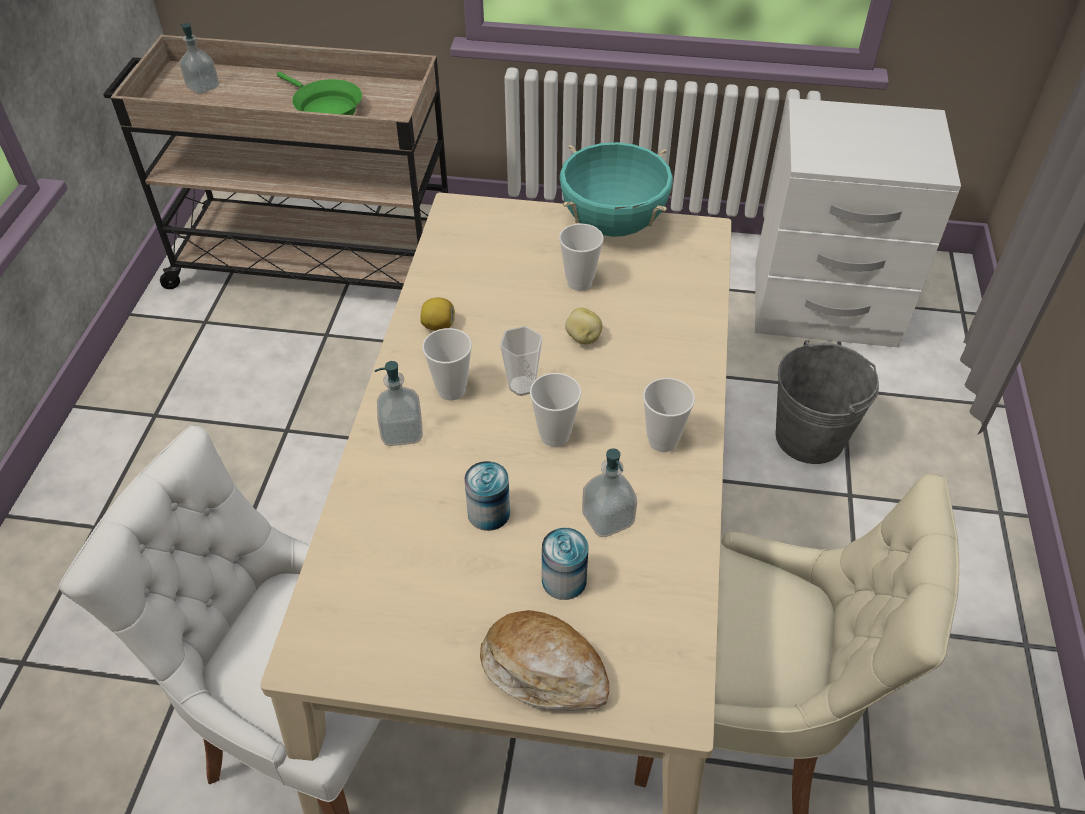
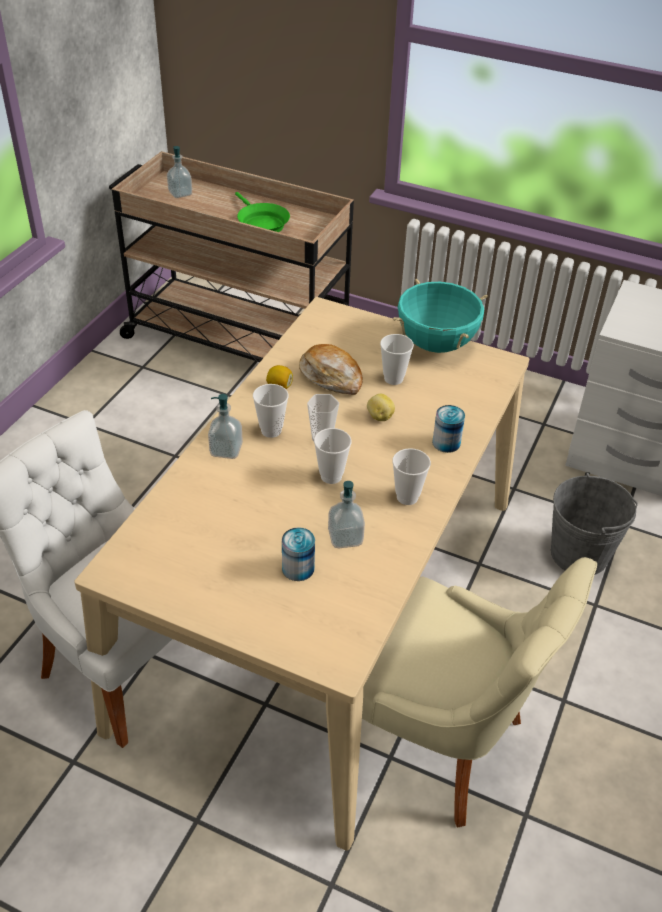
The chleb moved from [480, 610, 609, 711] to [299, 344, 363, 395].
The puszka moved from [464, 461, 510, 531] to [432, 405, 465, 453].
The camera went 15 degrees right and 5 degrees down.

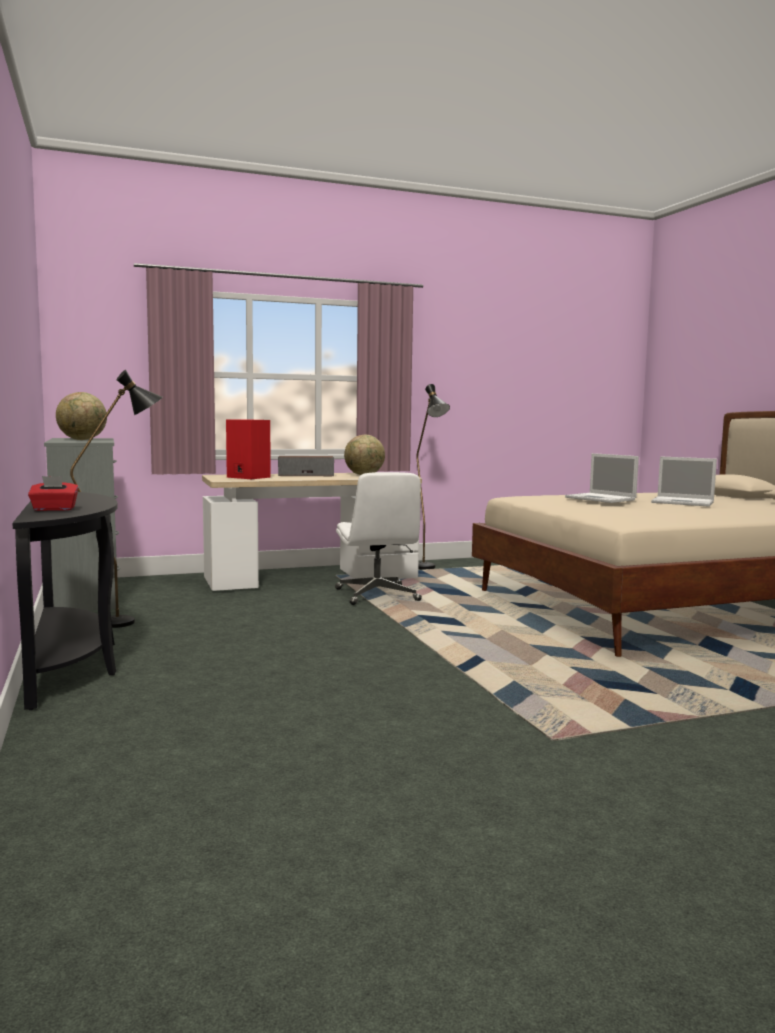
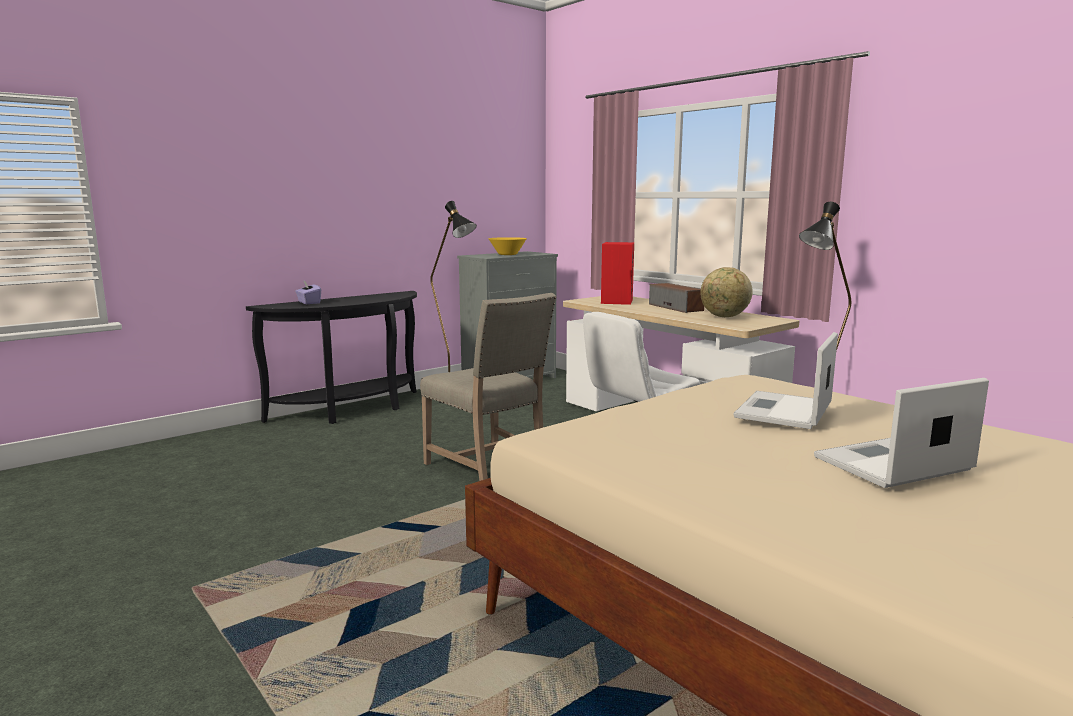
The pudełko chusteczek [czerwony] at [28, 476, 79, 511] became the pudełko chusteczek [fioletowy] at [295, 280, 321, 304].
The krzesło [beżowy] at [420, 293, 556, 481] appeared.
The globus at [56, 392, 107, 440] was replaced by the miska [żółty] at [488, 237, 527, 255].
The laptop at [651, 456, 717, 507] turned 60 degrees clockwise.
The camera went 70 degrees right and 5 degrees up.

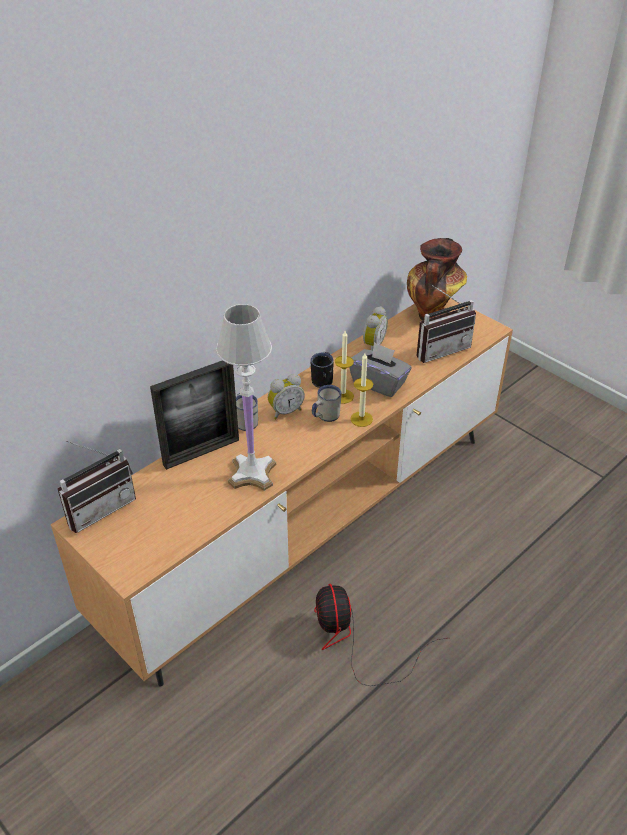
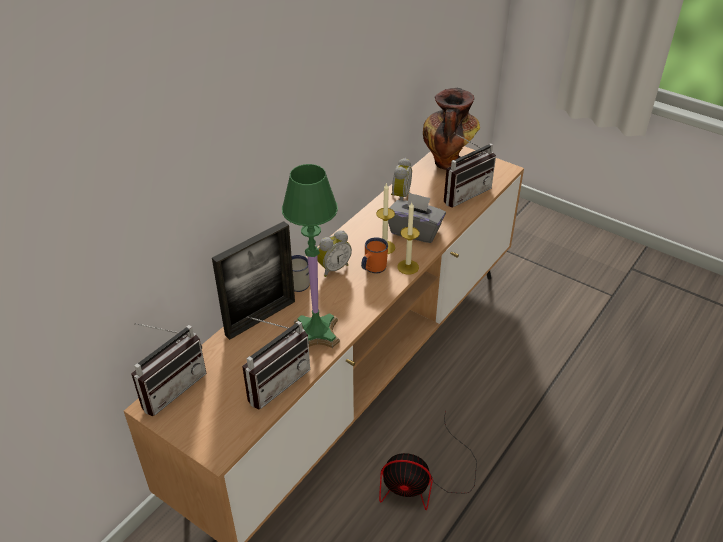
The radio at [242, 316, 310, 410] appeared.
The lampa stołowa [biały] at [216, 304, 276, 491] became the lampa stołowa [zielony] at [282, 164, 340, 348].
The kubek [biały] at [312, 385, 342, 422] became the kubek [pomarańczowy] at [361, 237, 388, 274].
The wentylator at [314, 584, 447, 686] turned 60 degrees counterclockwise.
The kubek [czarny] at [311, 352, 334, 388] disappeared.
The camera went 10 degrees left and 0 degrees up.

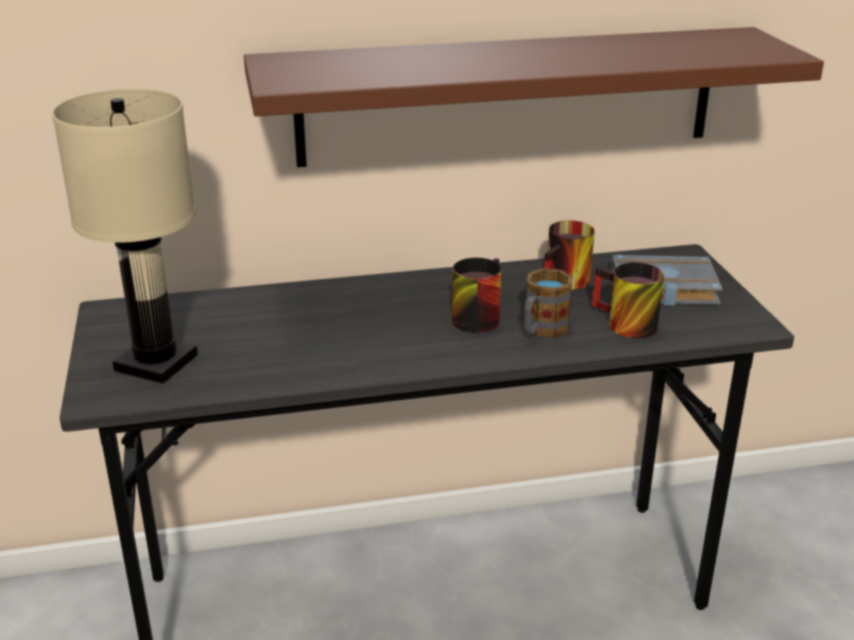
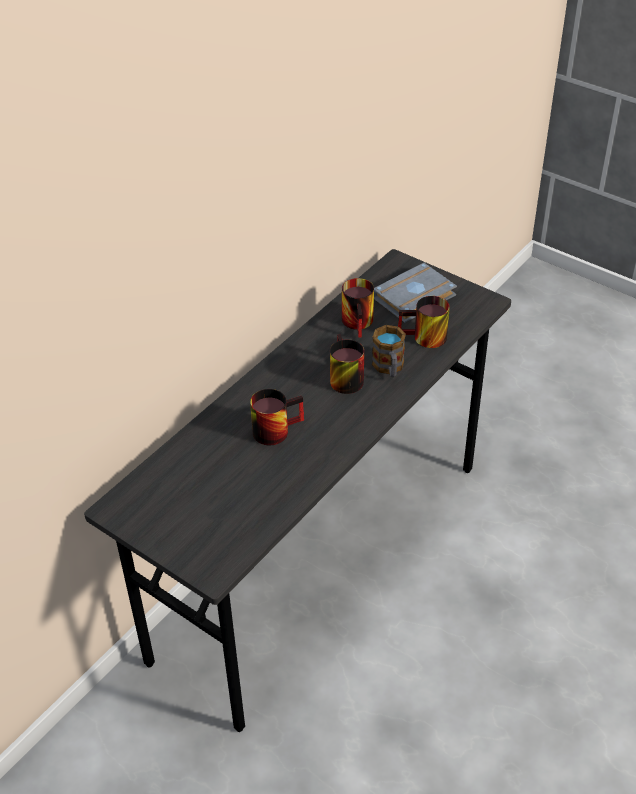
The kubek at [250, 389, 304, 445] appeared.
The lampa stołowa [beżowy] at [52, 89, 198, 383] disappeared.
The półka [brązowy] at [244, 27, 824, 167] disappeared.
The camera went 40 degrees left and 15 degrees up.

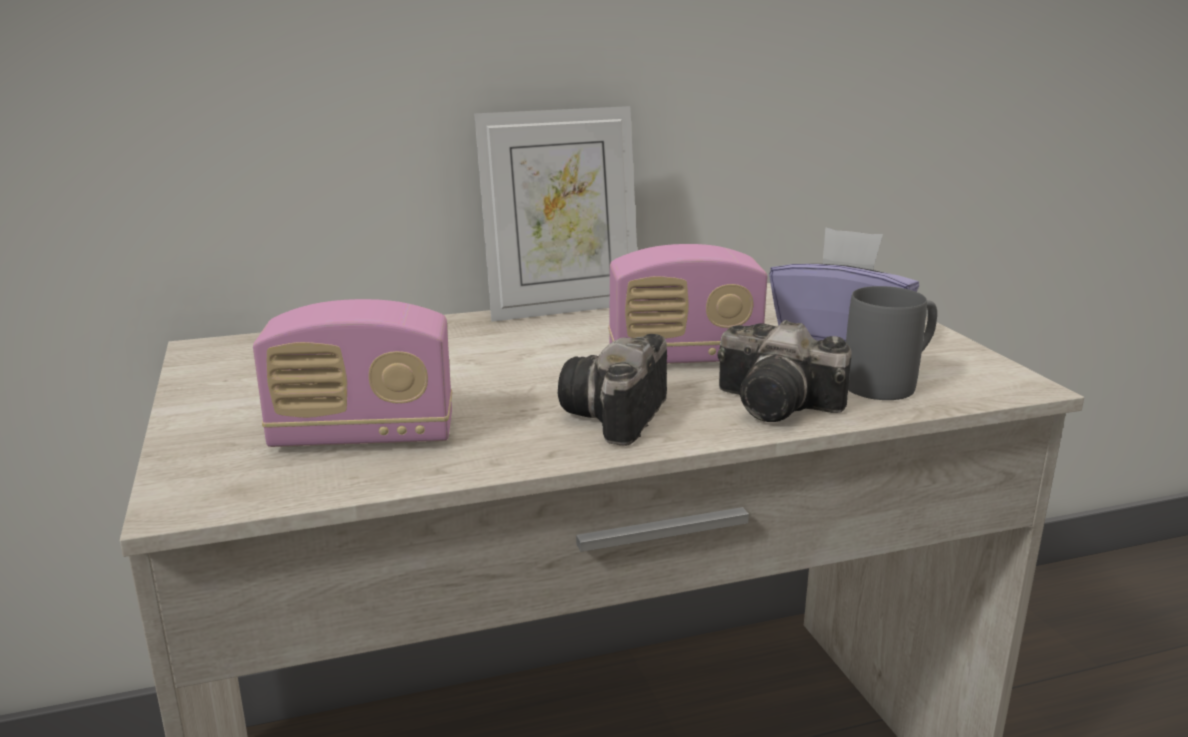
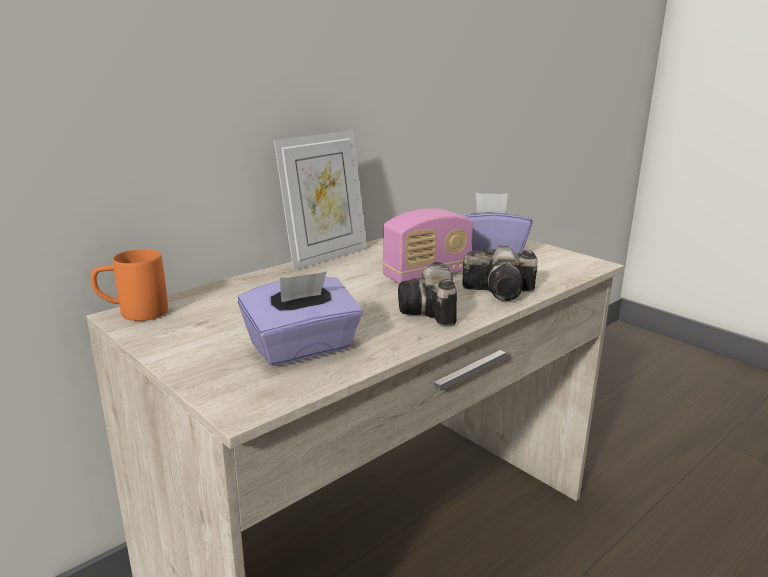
The kubek [pomarańczowy] at [90, 249, 168, 321] appeared.
The radio at [253, 299, 452, 447] was replaced by the pudełko chusteczek [fioletowy] at [238, 271, 363, 366].
The kubek [szary] at [846, 286, 937, 400] disappeared.
The camera went 25 degrees left and 0 degrees up.

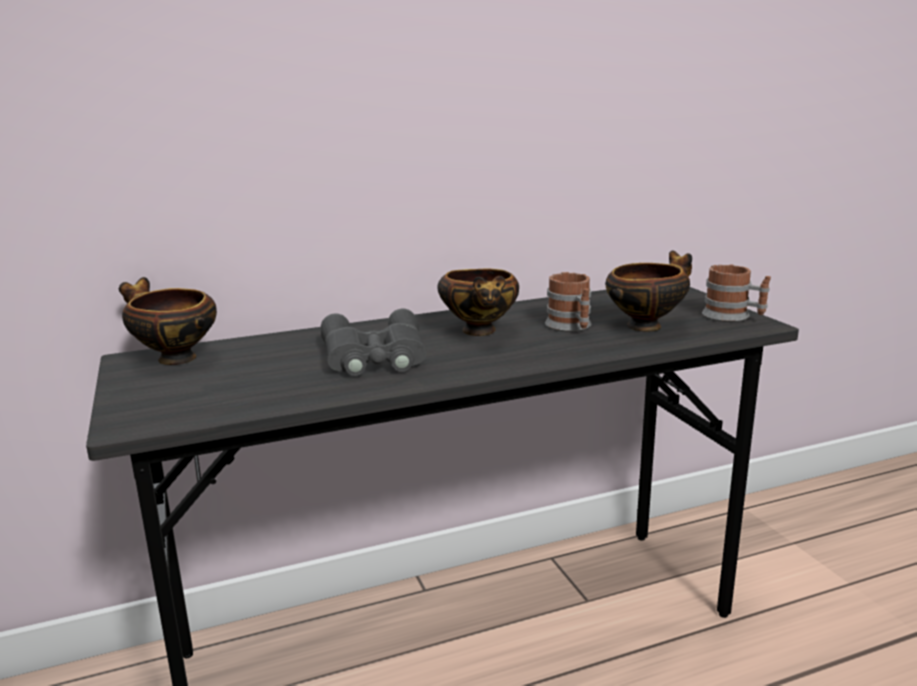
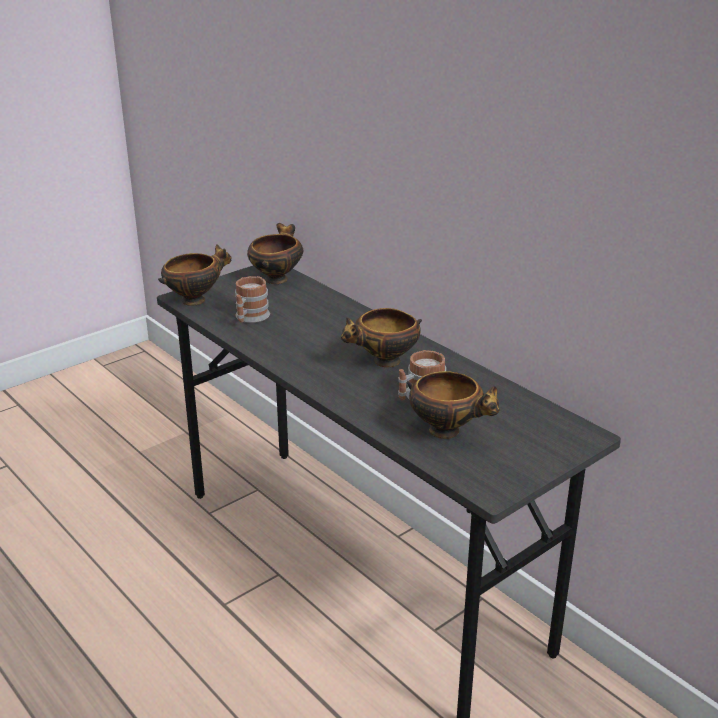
The miska at [158, 244, 232, 306] appeared.
The kubek moved from [702, 264, 771, 322] to [235, 276, 270, 323].
The lornetka [szary] at [321, 309, 427, 376] disappeared.
The camera went 70 degrees right and 10 degrees up.

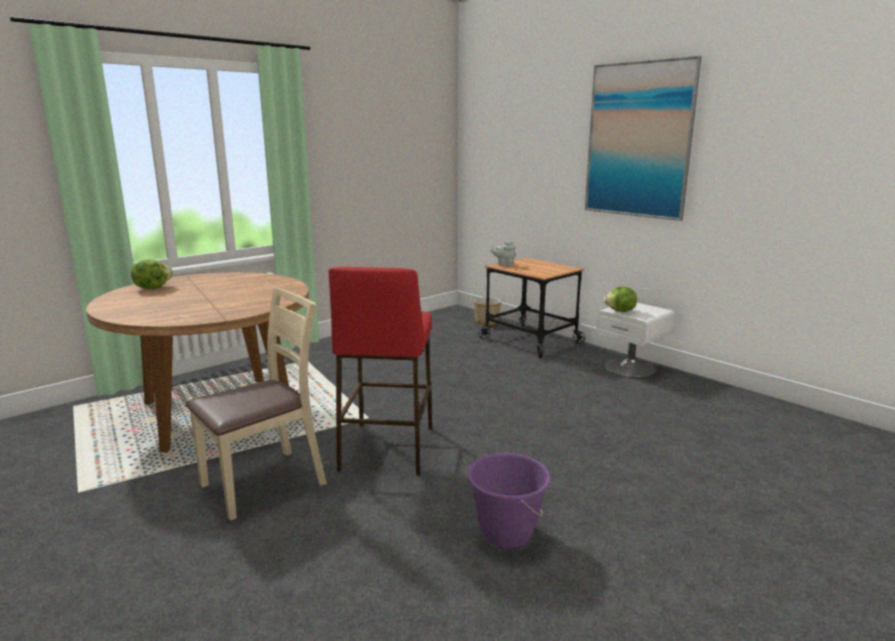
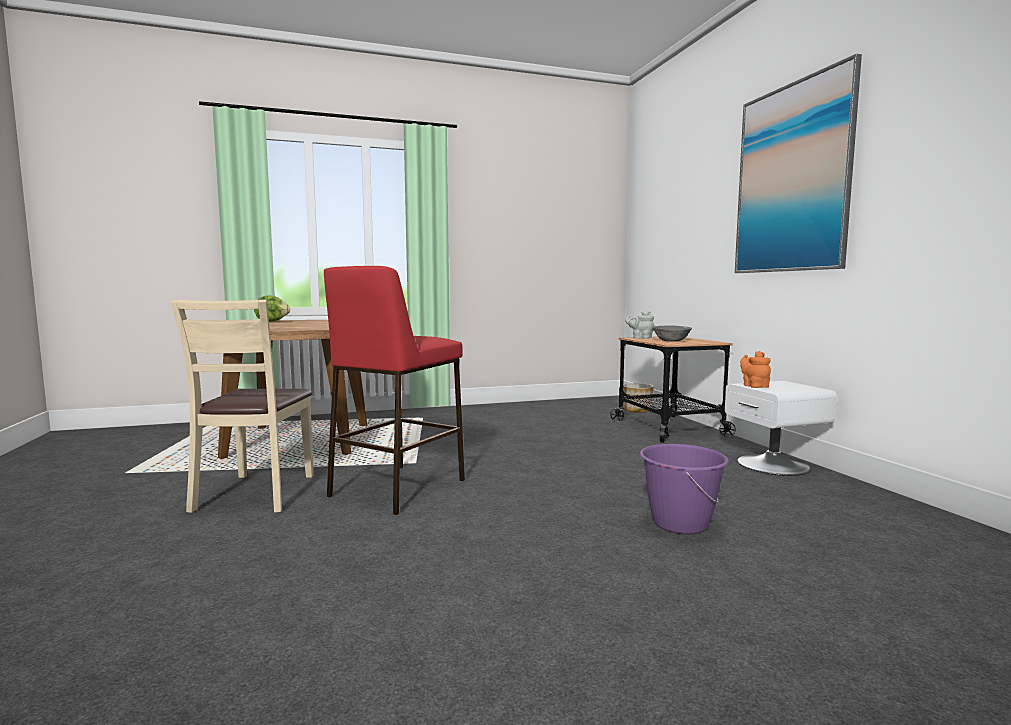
The krzesło [beżowy] at [186, 288, 327, 521] turned 105 degrees clockwise.
The wiadro [fioletowy] moved from [467, 453, 550, 548] to [640, 444, 729, 534].
The miska [szary] at [652, 325, 692, 342] appeared.
The sałata at [604, 287, 637, 312] was replaced by the imbryk [pomarańczowy] at [740, 351, 771, 388].
The camera went 25 degrees right and 10 degrees down.

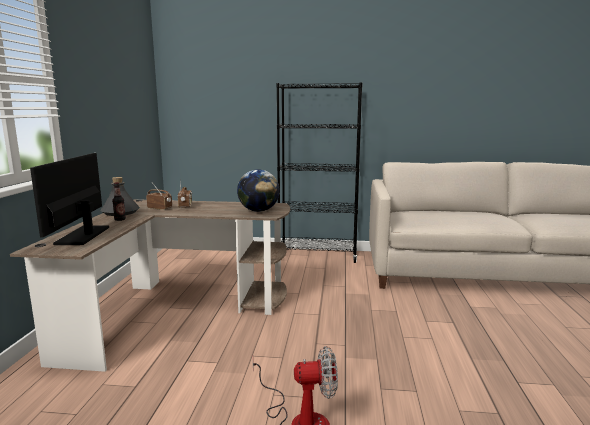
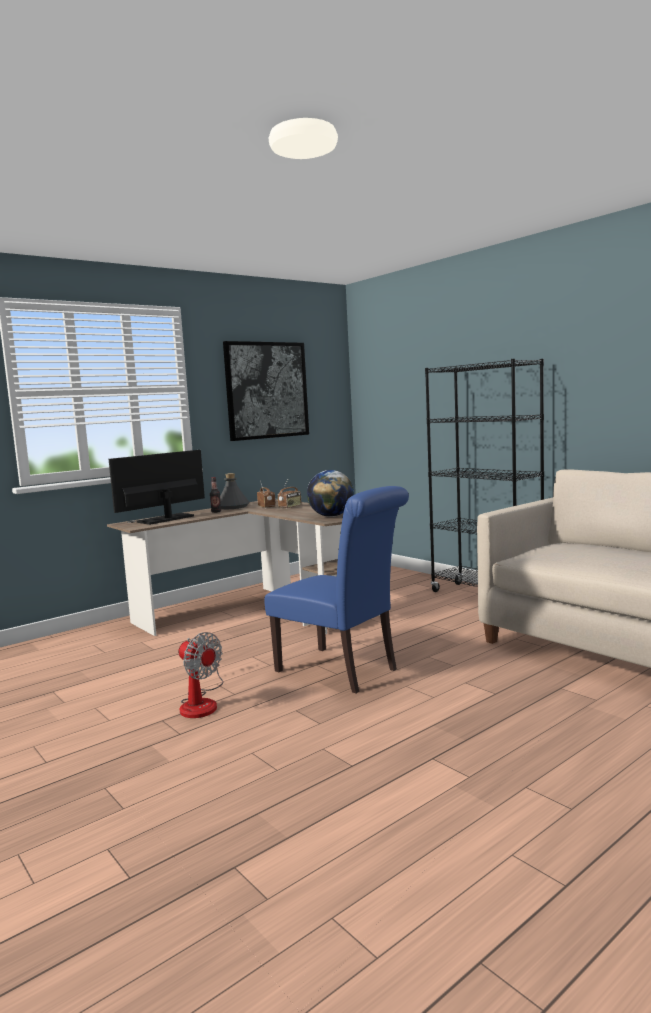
The obraz at [223, 341, 309, 441] appeared.
The krzesło [niebieski] at [264, 486, 409, 693] appeared.
The camera went 45 degrees right and 5 degrees down.

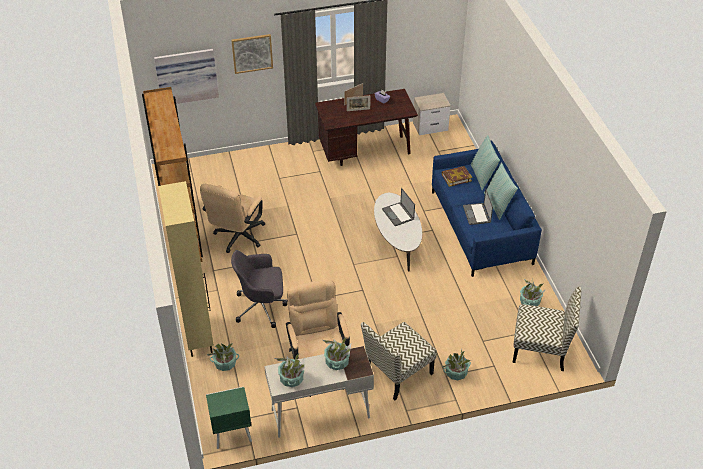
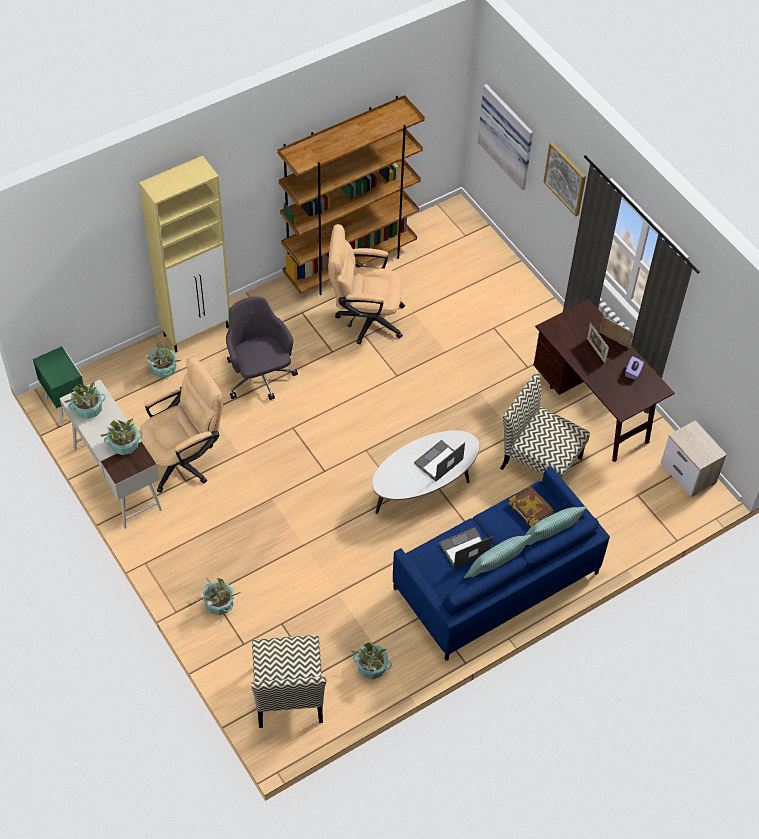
The krzesło moved from [361, 322, 437, 400] to [500, 373, 590, 479].
The camera went 70 degrees right and 10 degrees up.

